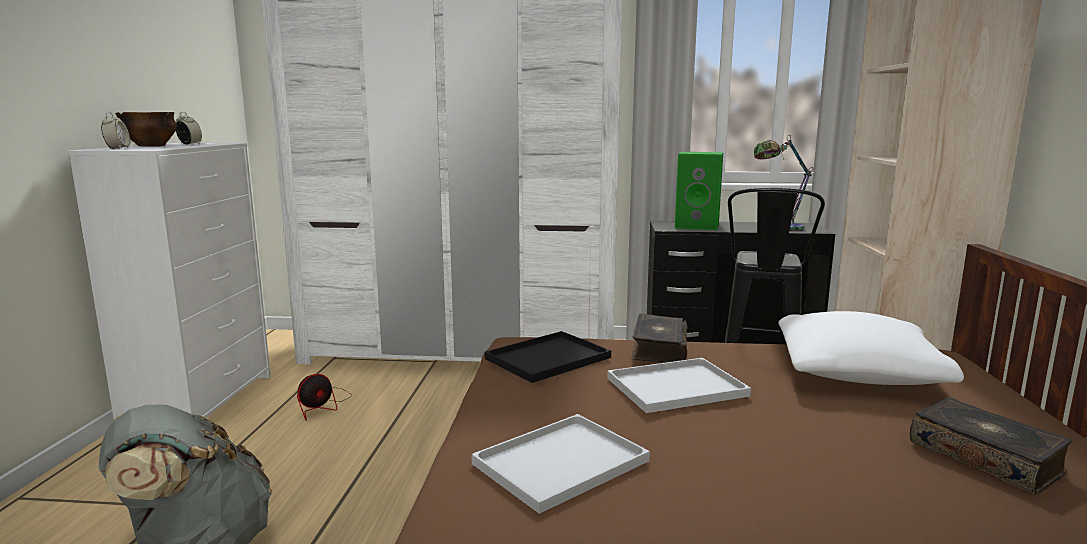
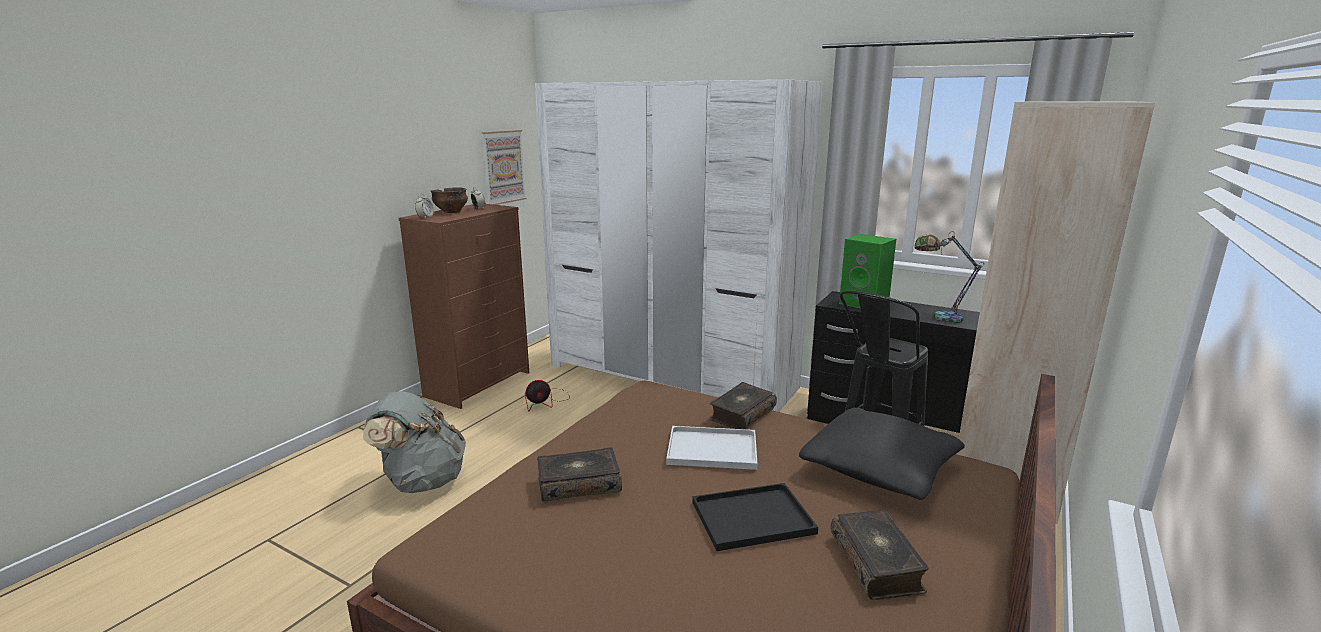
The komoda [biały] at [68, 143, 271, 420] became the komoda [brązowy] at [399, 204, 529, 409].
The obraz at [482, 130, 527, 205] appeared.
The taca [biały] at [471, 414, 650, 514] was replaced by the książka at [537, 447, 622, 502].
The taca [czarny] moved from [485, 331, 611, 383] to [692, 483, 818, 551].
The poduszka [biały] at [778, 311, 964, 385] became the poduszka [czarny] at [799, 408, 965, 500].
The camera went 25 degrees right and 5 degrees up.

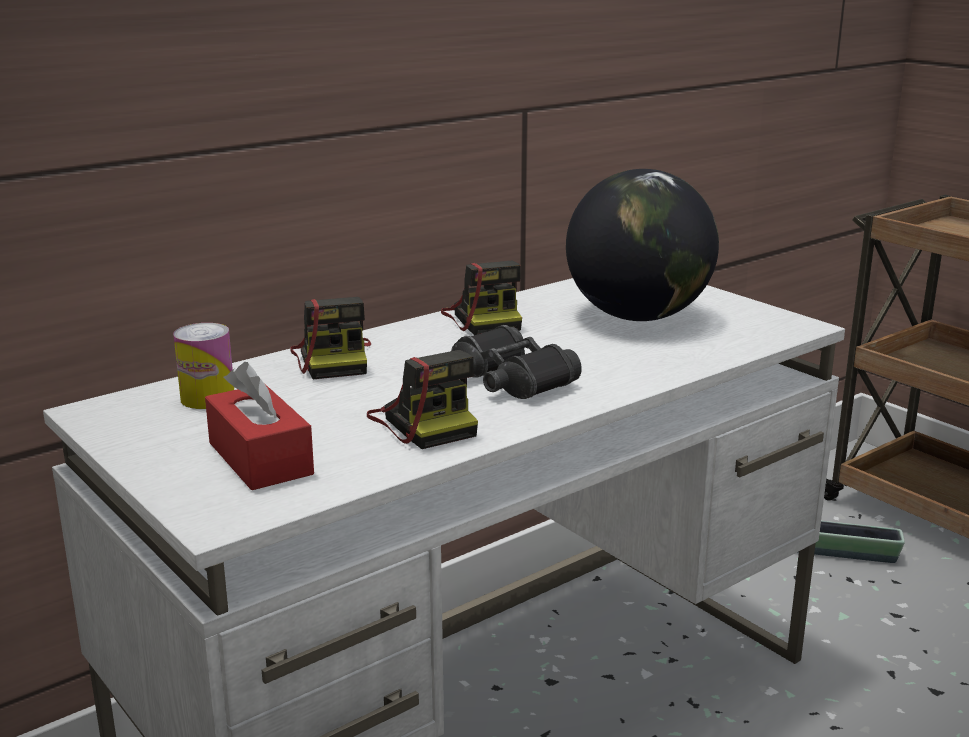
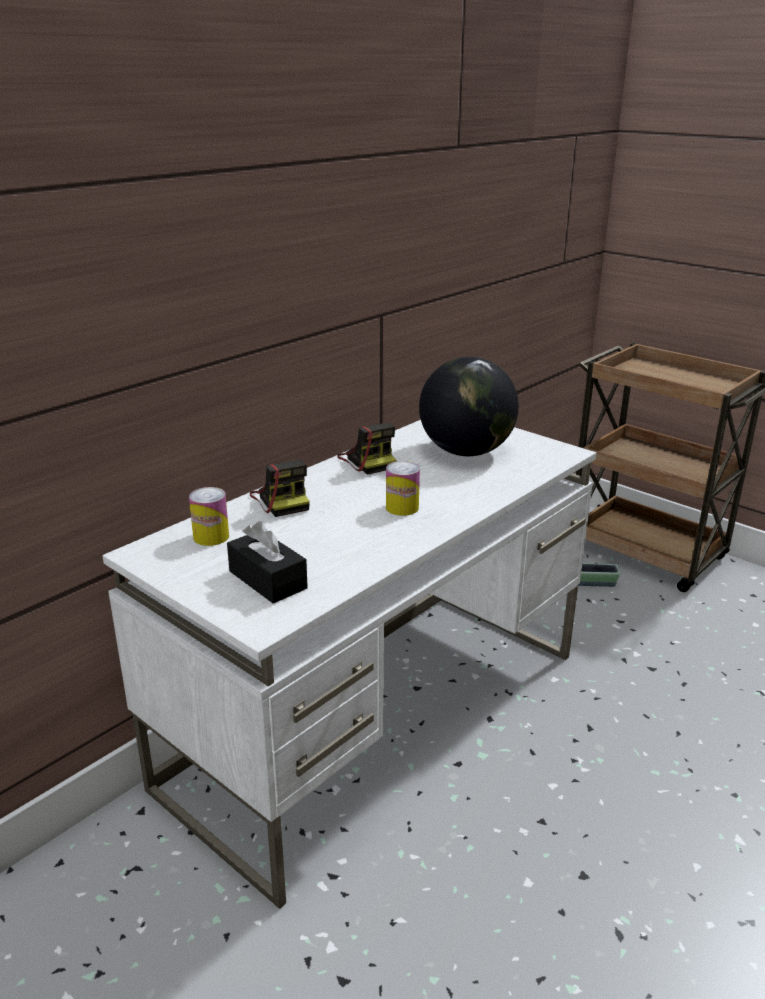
The pudełko chusteczek [czerwony] at [205, 362, 314, 490] became the pudełko chusteczek [czarny] at [227, 521, 308, 604].
The lornetka [czarny] at [451, 325, 582, 399] was replaced by the puszka at [386, 461, 420, 516].
The aparat fotograficzny at [367, 350, 478, 449] disappeared.
The camera went 10 degrees left and 5 degrees up.

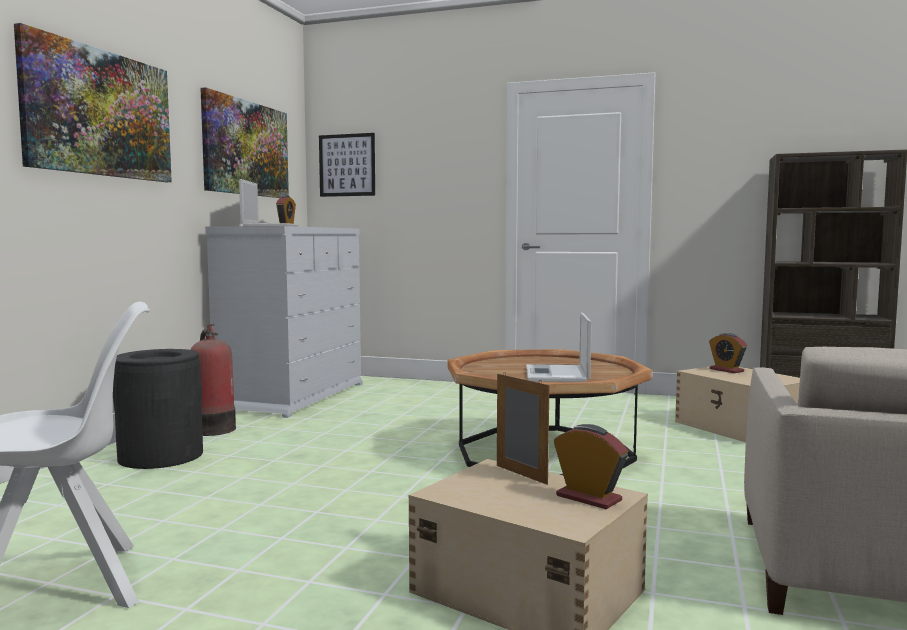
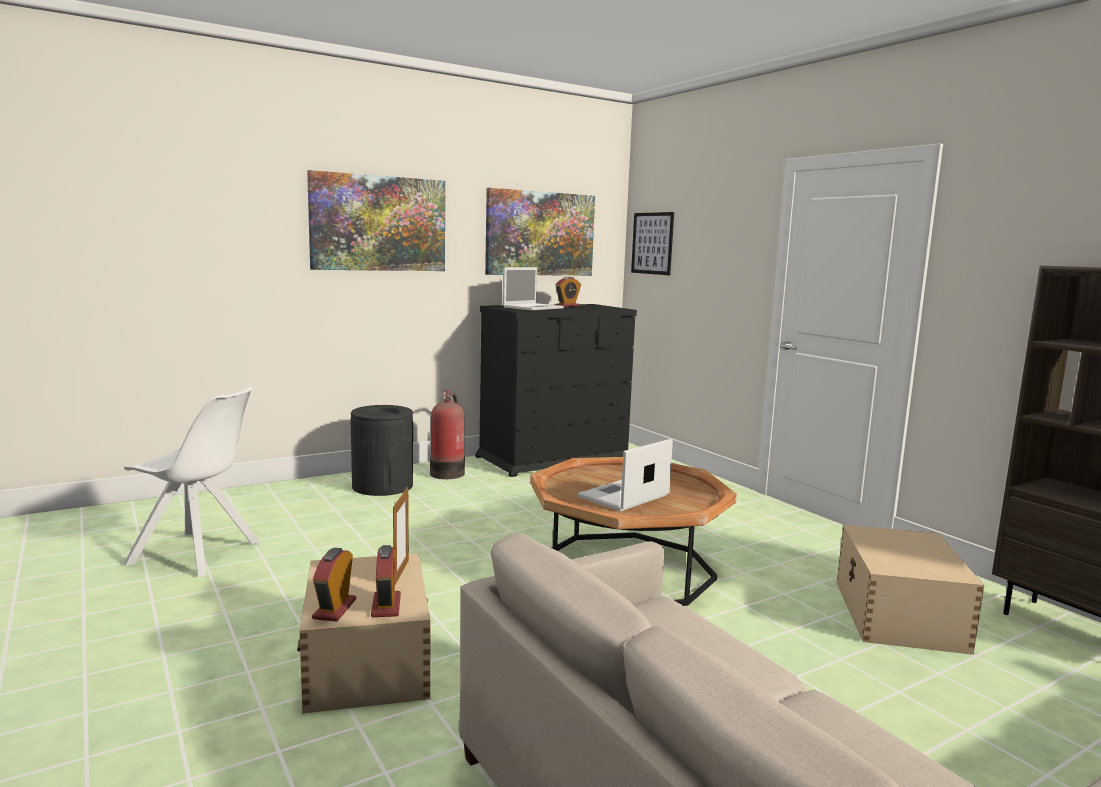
The budzik moved from [709, 333, 747, 373] to [312, 548, 356, 622].
The komoda [biały] at [205, 226, 363, 418] became the komoda [czarny] at [475, 304, 637, 477].
The camera went 40 degrees right and 5 degrees up.

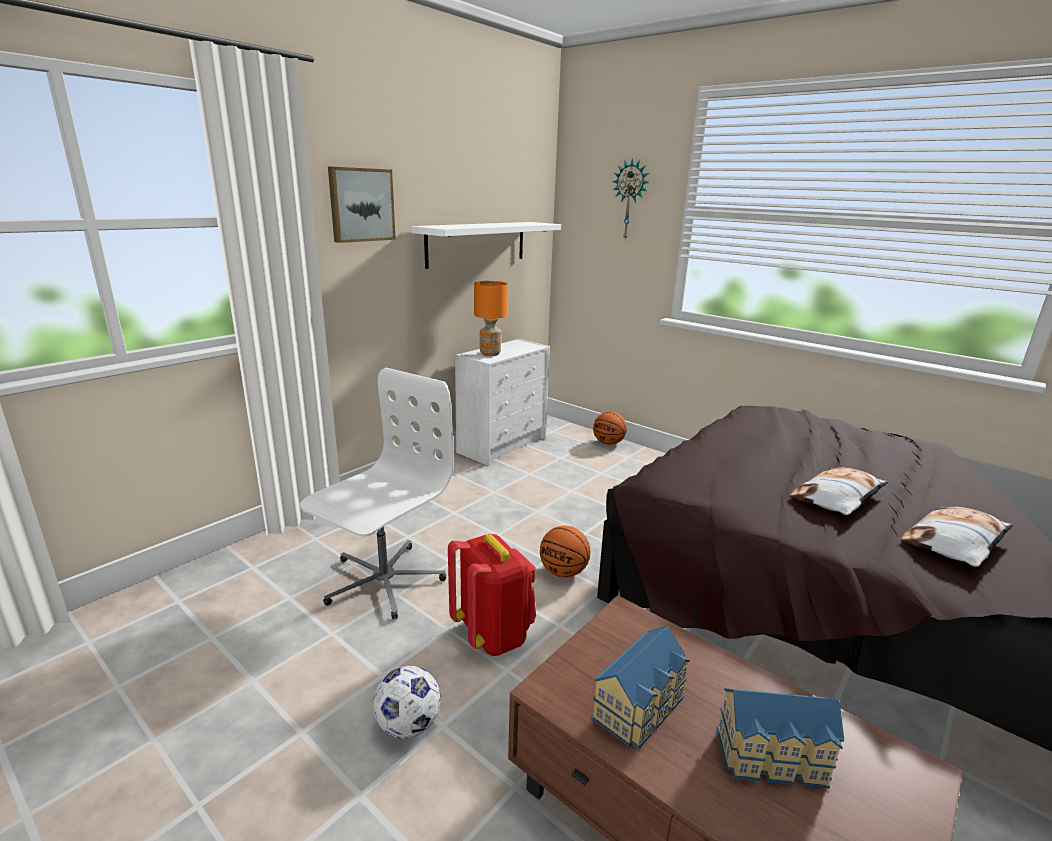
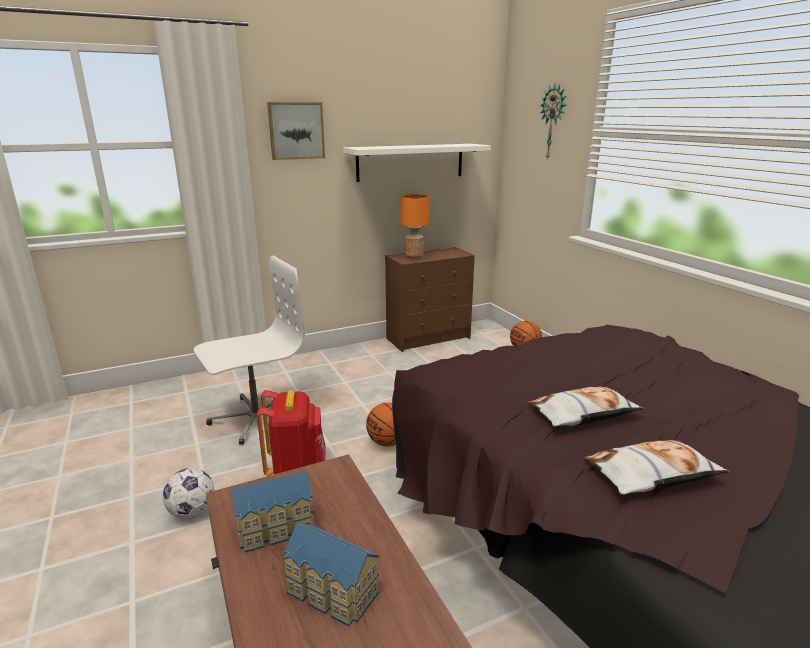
The komoda [biały] at [455, 339, 550, 466] became the komoda [brązowy] at [385, 247, 475, 352].
The camera went 25 degrees right and 0 degrees up.

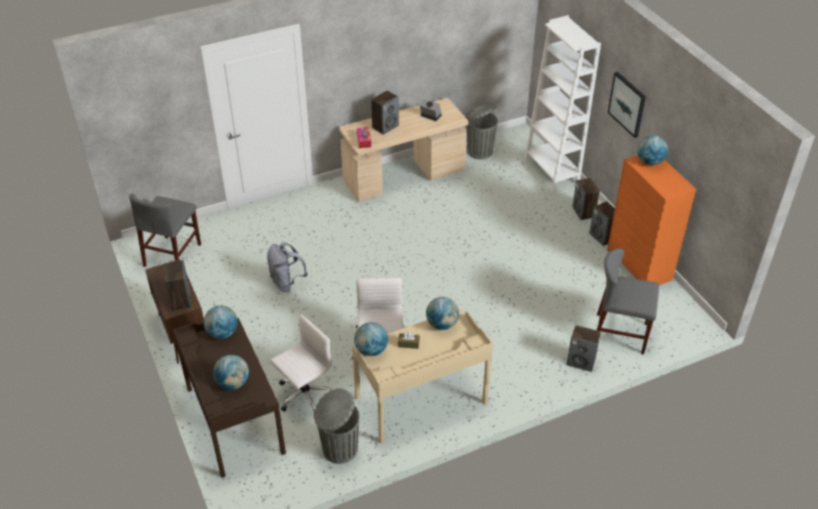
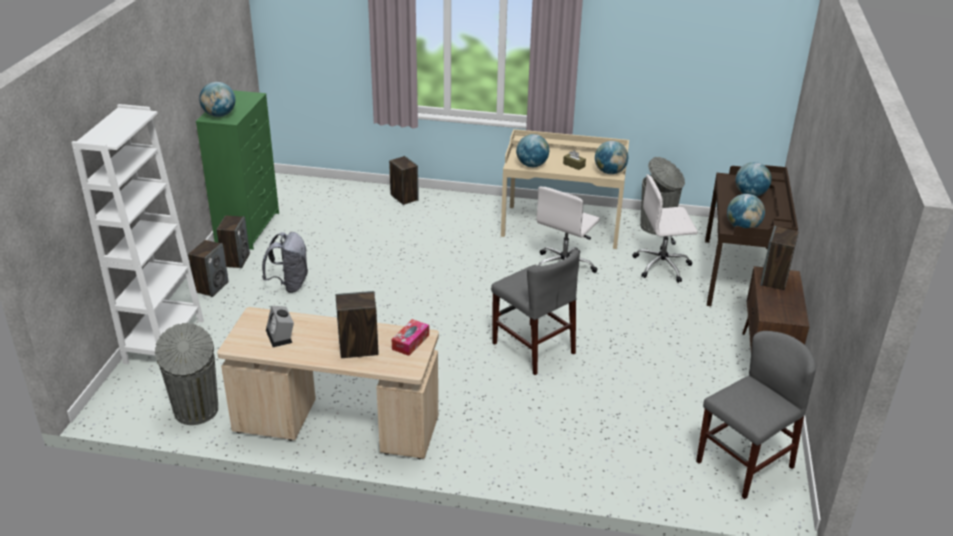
The komoda [pomarańczowy] at [607, 155, 697, 285] became the komoda [zielony] at [196, 90, 279, 250].
The plecak [szary] moved from [267, 242, 307, 292] to [262, 232, 308, 293].
The krzesło [szary] moved from [597, 248, 659, 354] to [491, 249, 580, 375].
The obraz at [608, 72, 646, 138] disappeared.
The camera went 145 degrees left and 10 degrees down.

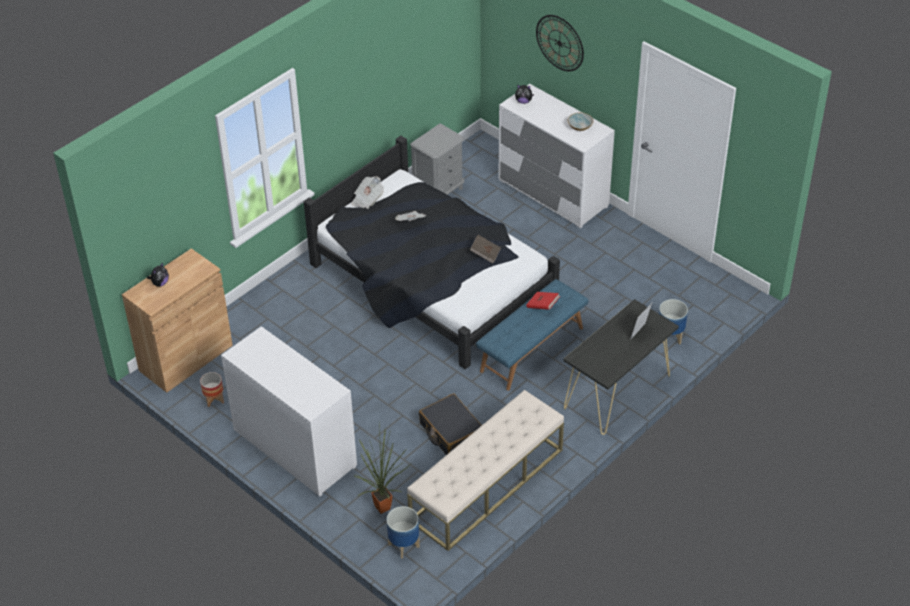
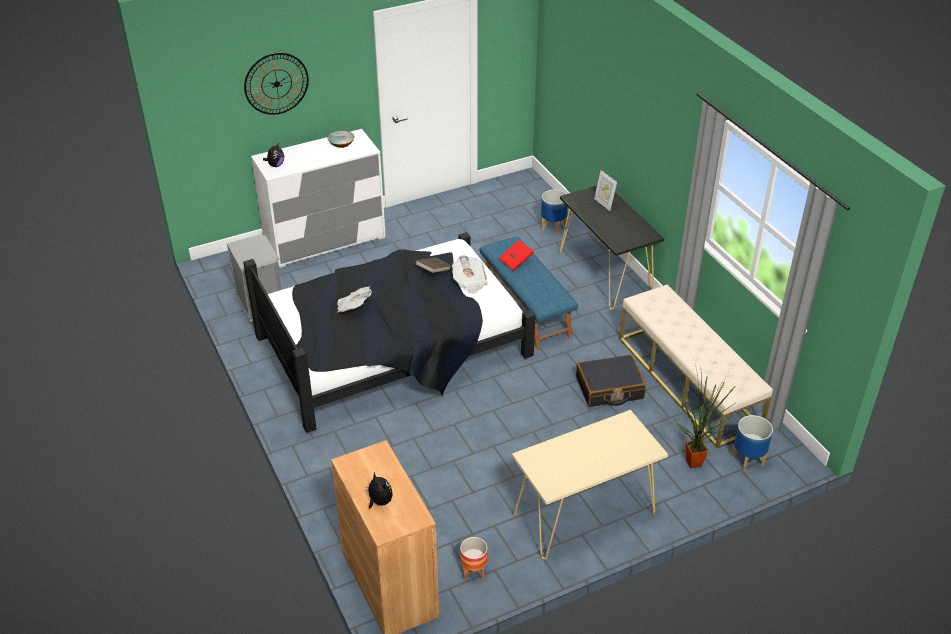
The gazeta moved from [352, 176, 384, 209] to [452, 255, 488, 294].
The komoda [biały] at [221, 326, 357, 496] was replaced by the stolik konsolowy [beżowy] at [512, 410, 668, 559].
The camera went 70 degrees left and 5 degrees down.

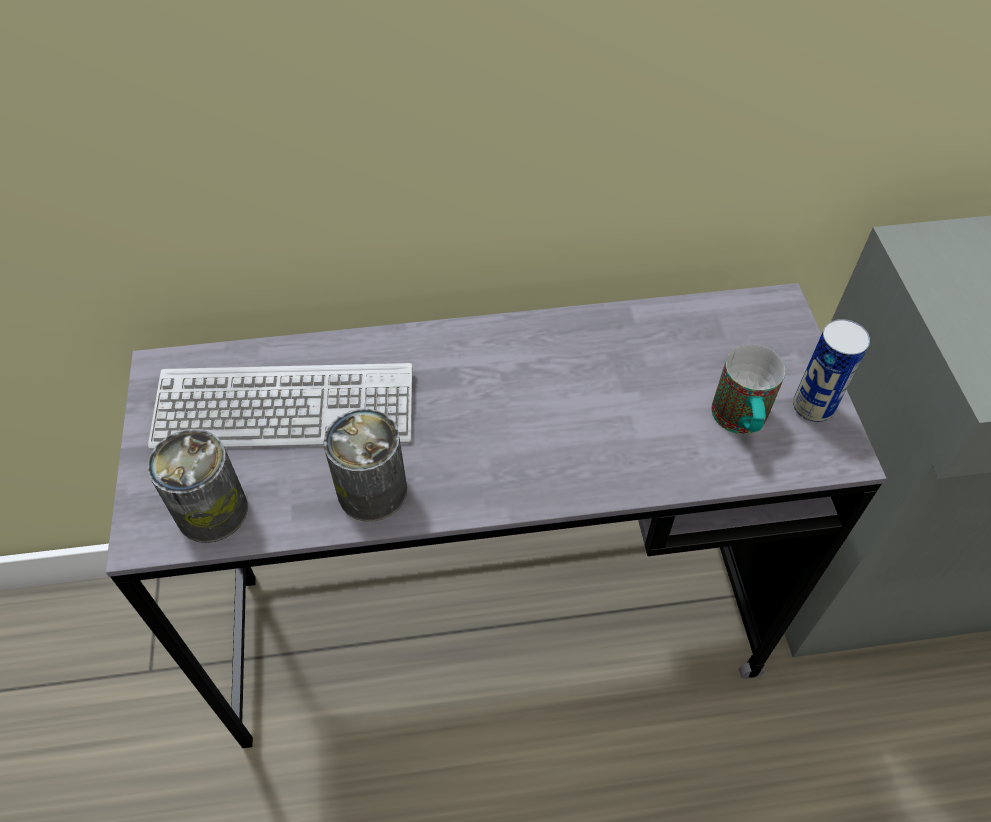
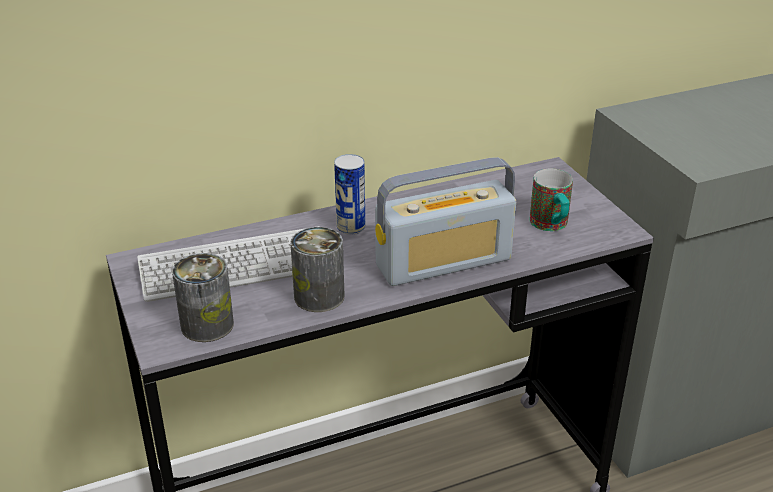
The puszka moved from [793, 319, 870, 422] to [334, 154, 365, 235].
The radio at [375, 157, 516, 286] appeared.
The camera went 15 degrees left and 20 degrees down.

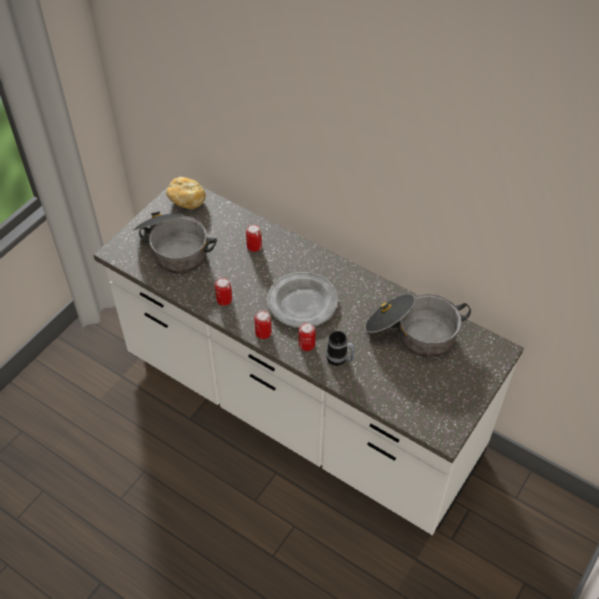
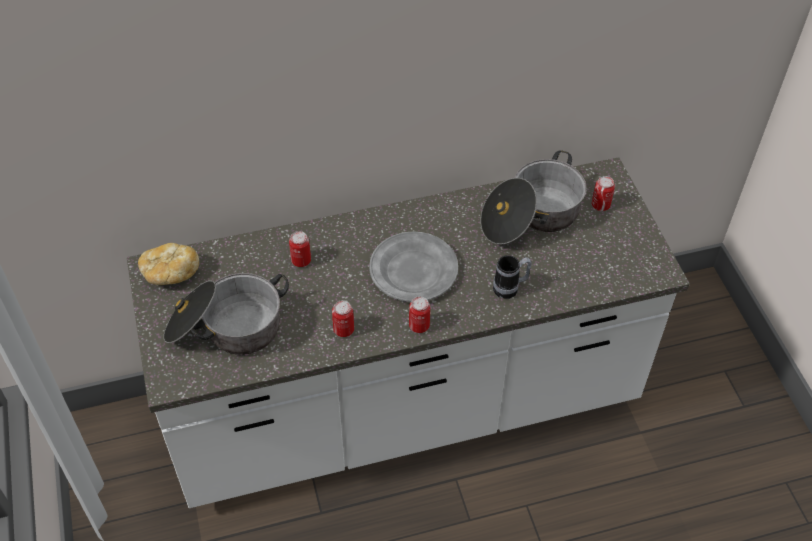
The puszka moved from [299, 322, 315, 351] to [592, 176, 615, 211].
The camera went 50 degrees left and 0 degrees up.

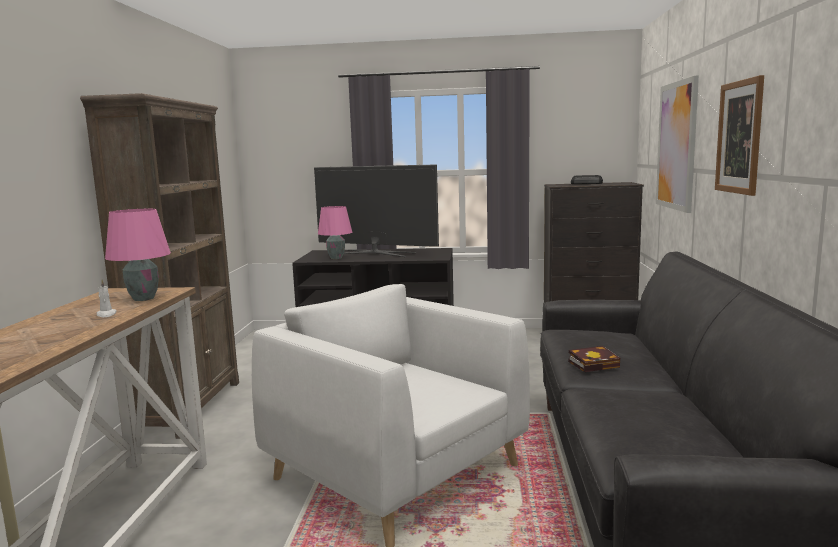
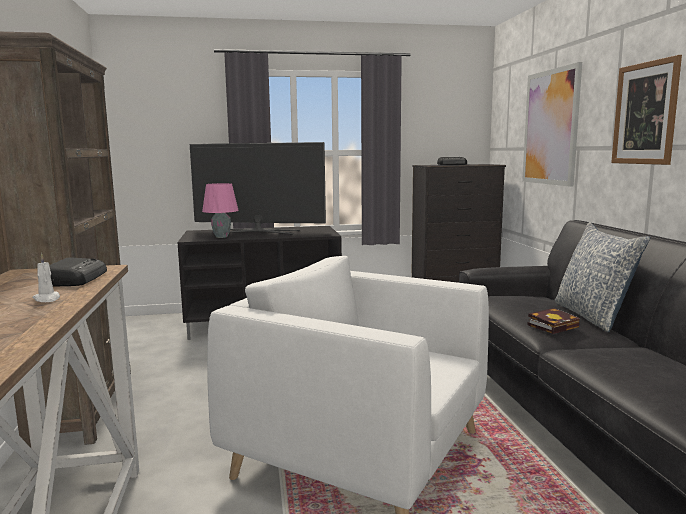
The lampa stołowa [różowy] at [105, 209, 171, 301] was replaced by the radio at [49, 257, 107, 287].
The poduszka at [555, 222, 650, 332] appeared.
The camera went 15 degrees left and 0 degrees up.

